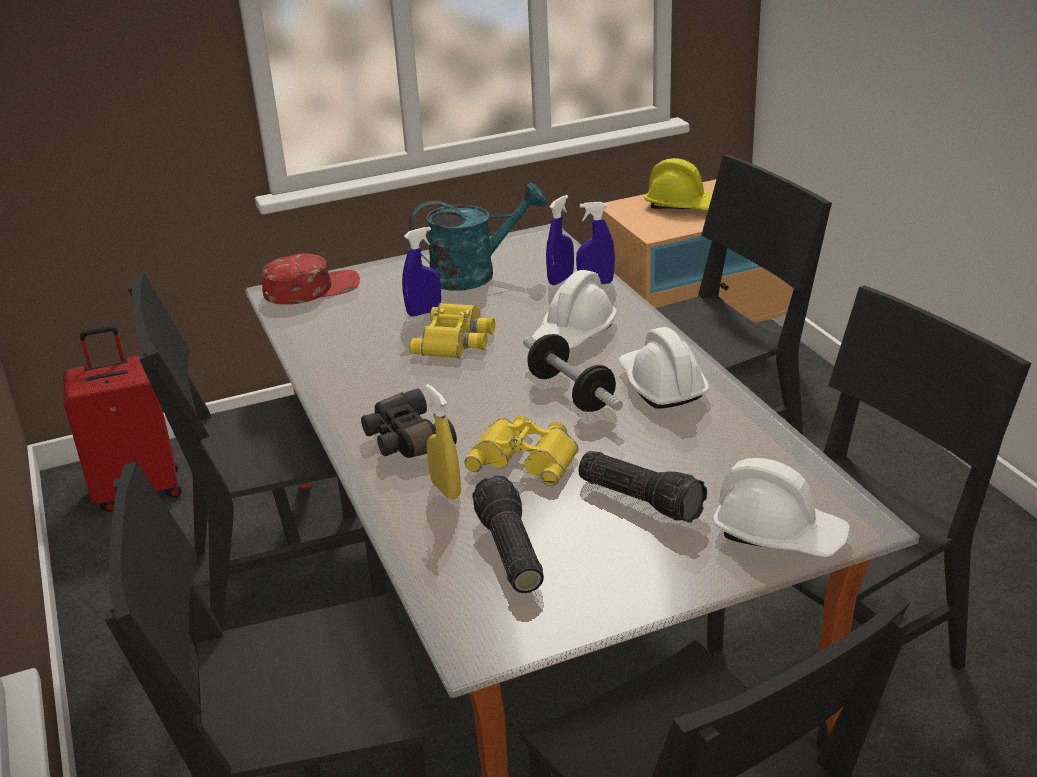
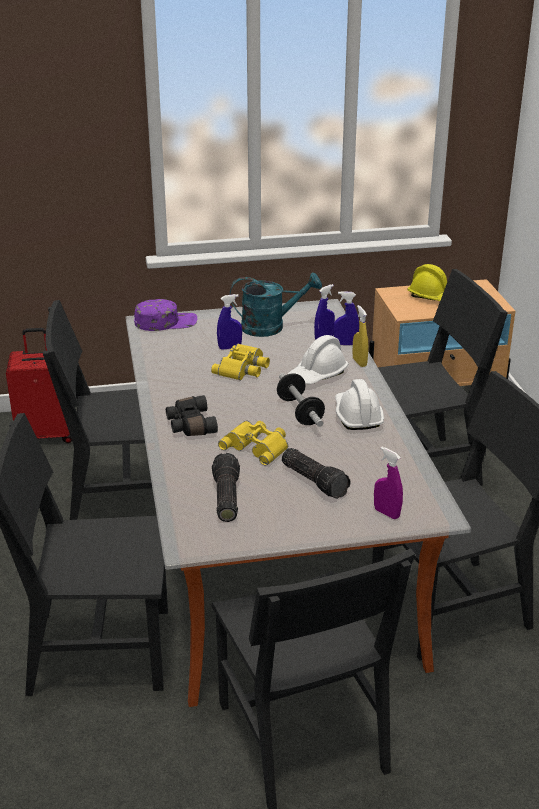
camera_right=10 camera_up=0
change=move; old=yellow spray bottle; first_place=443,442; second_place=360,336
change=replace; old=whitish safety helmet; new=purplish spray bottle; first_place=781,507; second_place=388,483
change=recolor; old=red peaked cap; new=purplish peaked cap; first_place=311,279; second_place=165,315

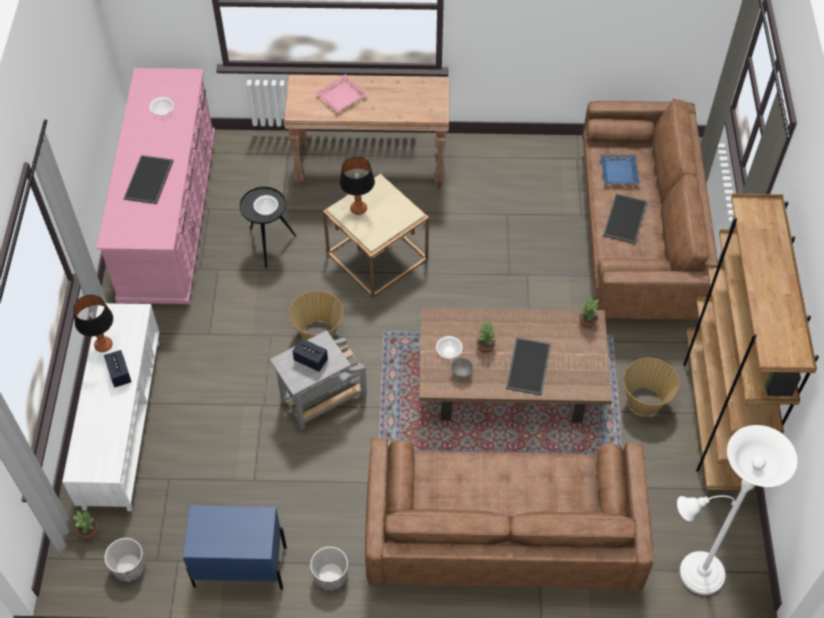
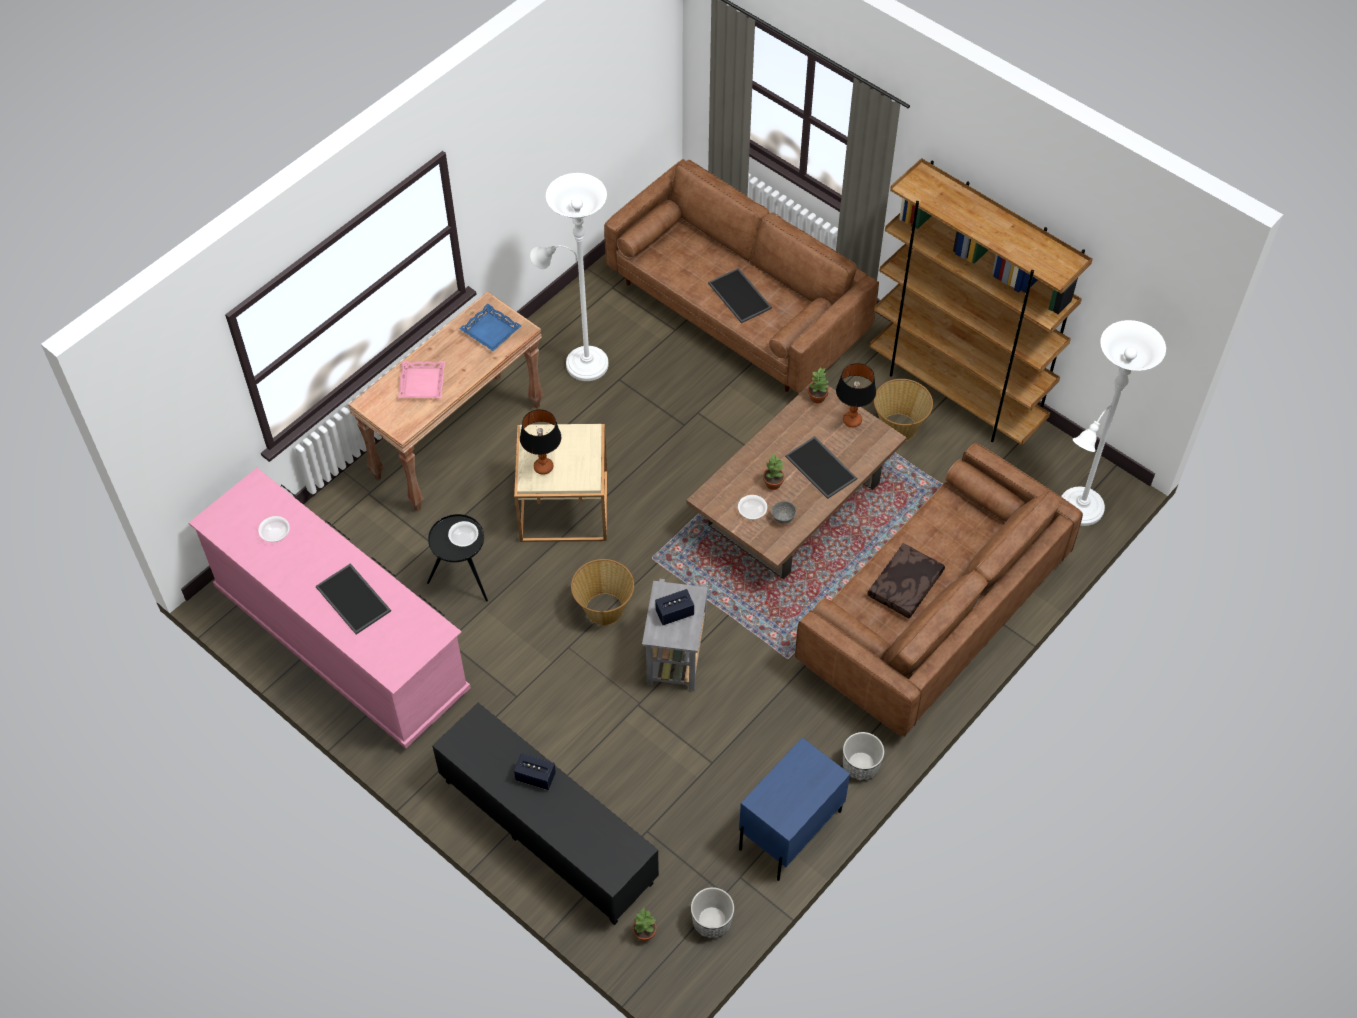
camera_right=-50 camera_up=0
change=insert; new=whitish standing lamp; second_place=569,277
change=insert; new=brownish pillow; second_place=906,581
change=move; old=table lamp; first_place=93,323; second_place=856,395
change=move; old=blue-coloured tray; first_place=620,169; second_place=490,327
change=recolor; old=whitish tv stand; new=blackish tv stand; first_place=110,407; second_place=545,814

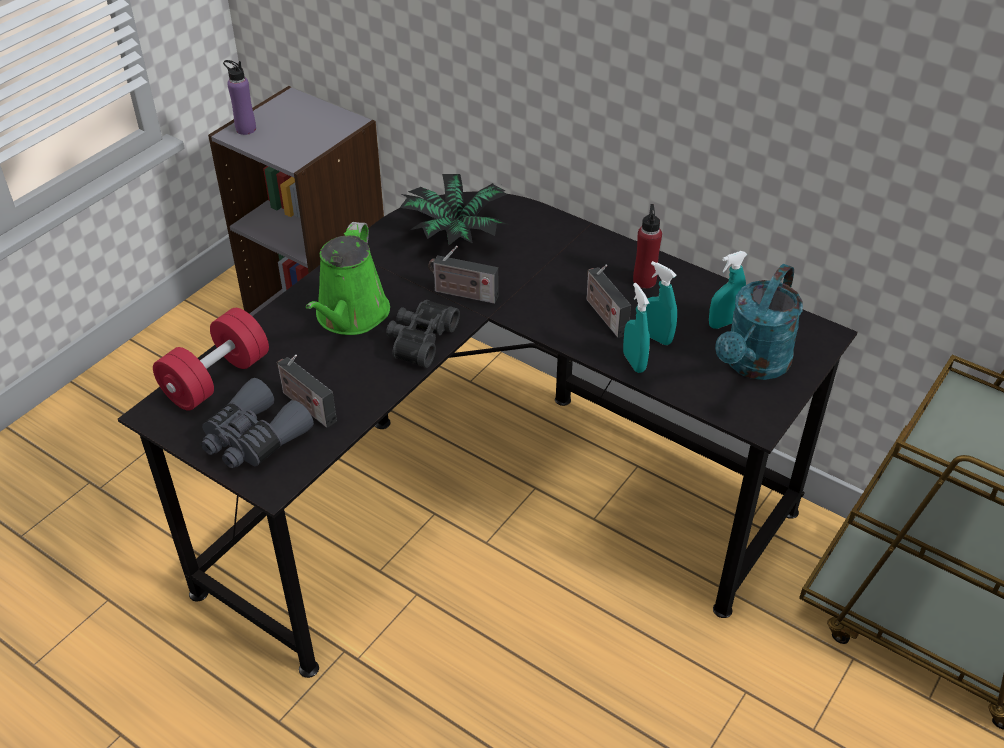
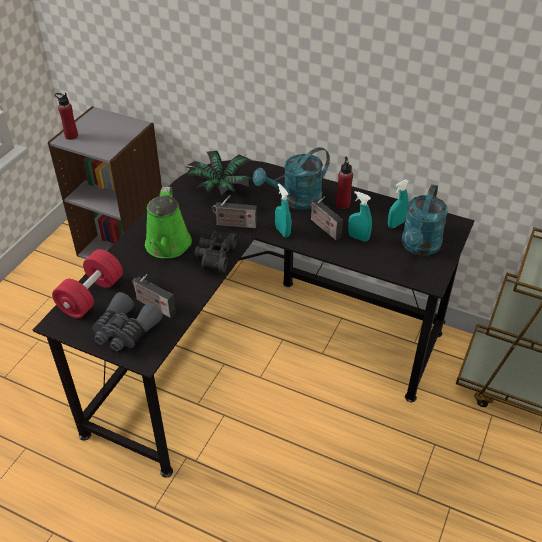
camera_right=-10 camera_up=0
change=insert; new=turquoise sprinkling can; second_place=291,178
change=move; old=turquoise spray bottle; first_place=636,328; second_place=283,210
change=recolor; old=purplish drink bottle; new=red drink bottle; first_place=239,97; second_place=66,116

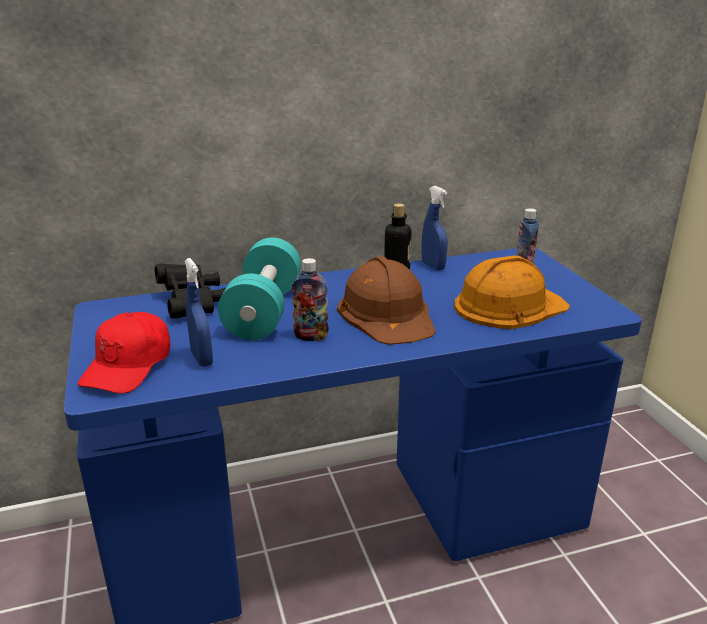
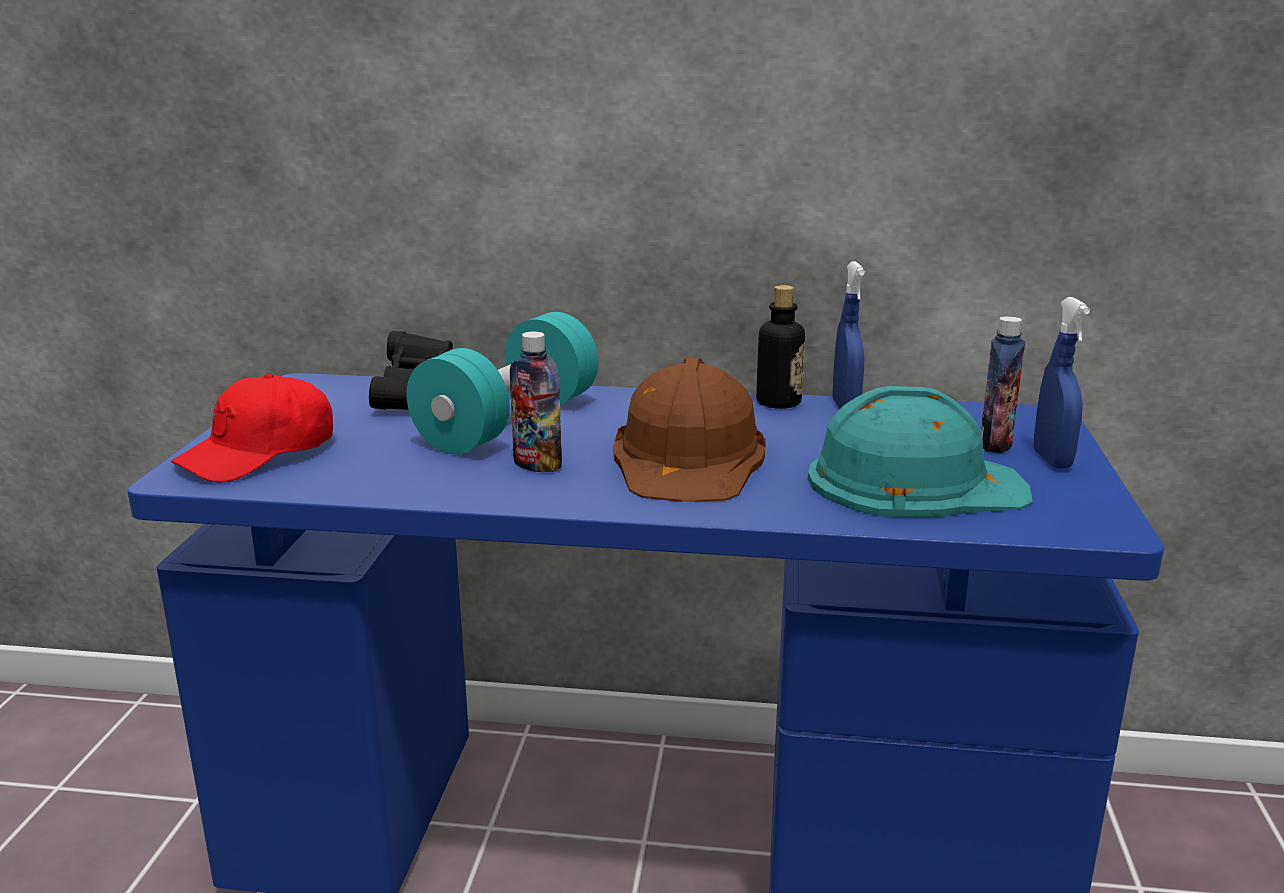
camera_right=25 camera_up=-5
change=move; old=blue-coloured spray bottle; first_place=199,312; second_place=1061,383
change=recolor; old=orange-coloured safety helmet; new=turquoise safety helmet; first_place=512,292; second_place=920,451

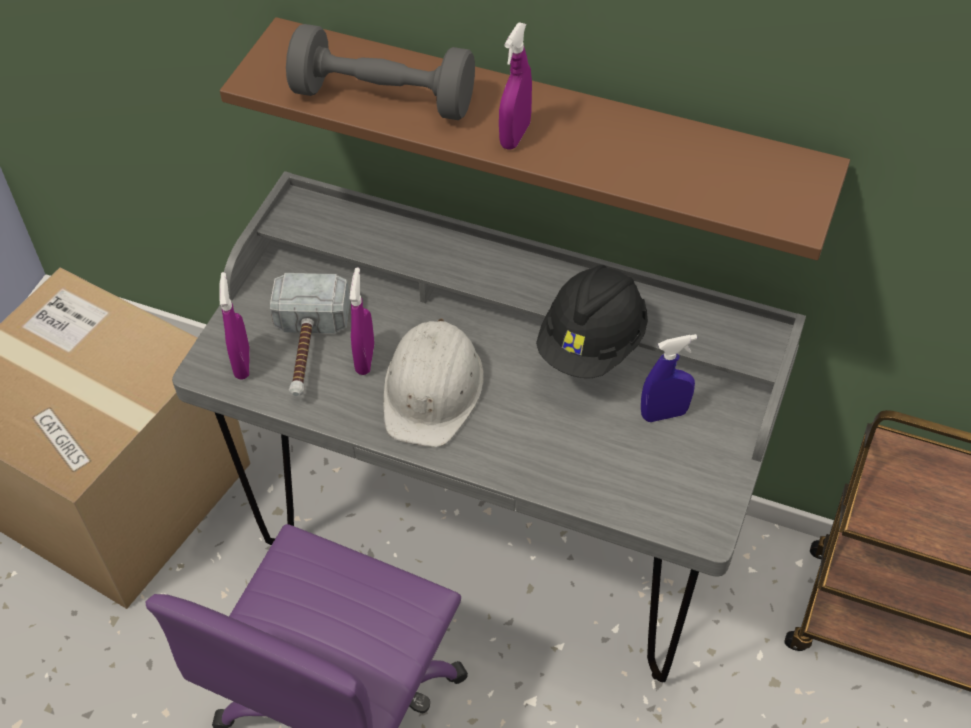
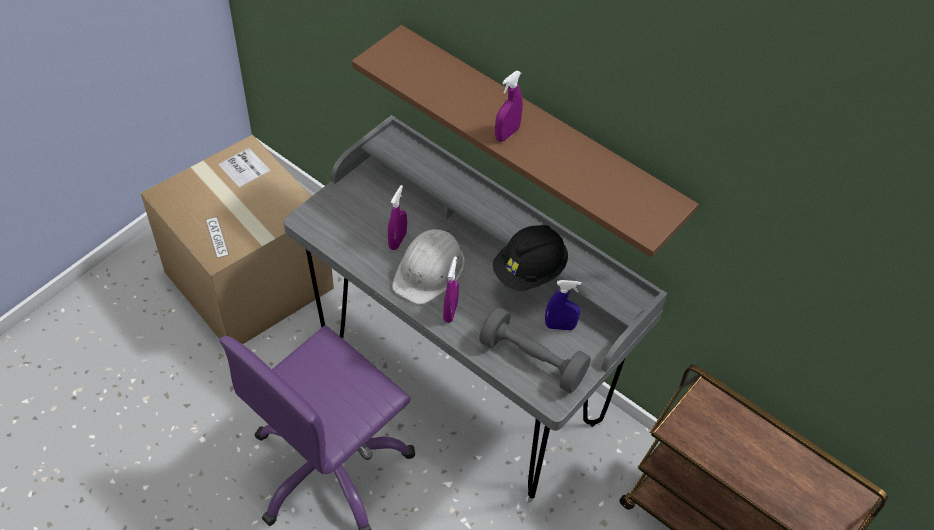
camera_right=15 camera_up=0
change=delete; old=hand hammer; first_place=310,334
change=move; old=purplish spray bottle; first_place=234,326; second_place=451,290
change=move; old=grey free weight; first_place=380,72; second_place=535,350

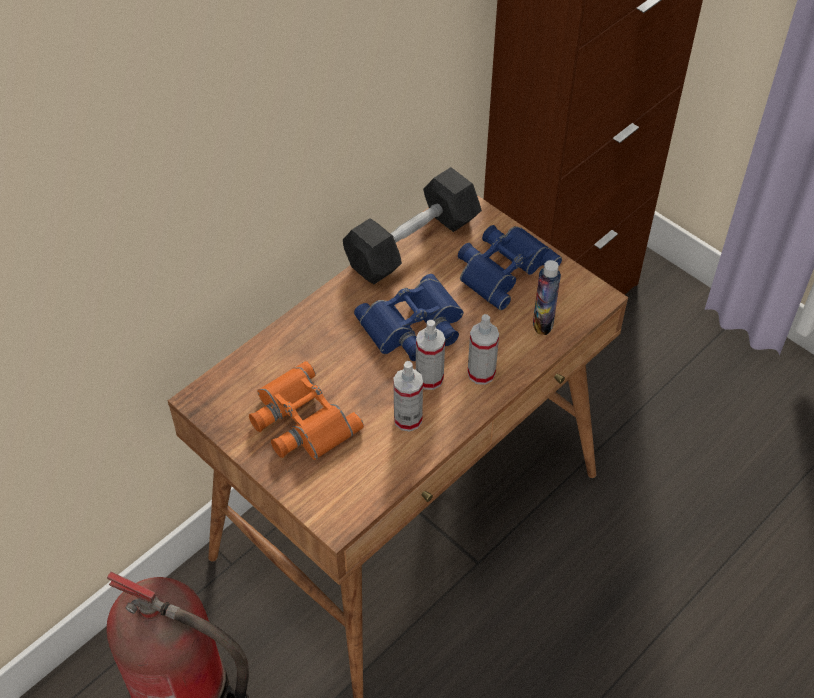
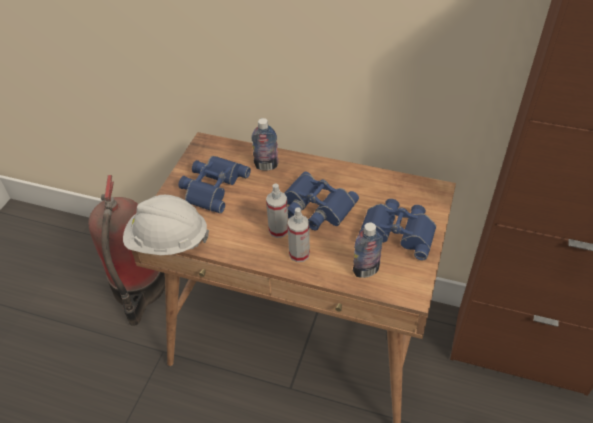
camera_right=65 camera_up=-5
change=delete; old=grey free weight; first_place=412,225
change=delete; old=spray bottle; first_place=408,396
change=insert; new=whitish safety helmet; second_place=166,225
change=insert; new=drink bottle; second_place=265,144
change=recolor; old=orange-coloured binoculars; new=blue-coloured binoculars; first_place=306,410; second_place=215,185

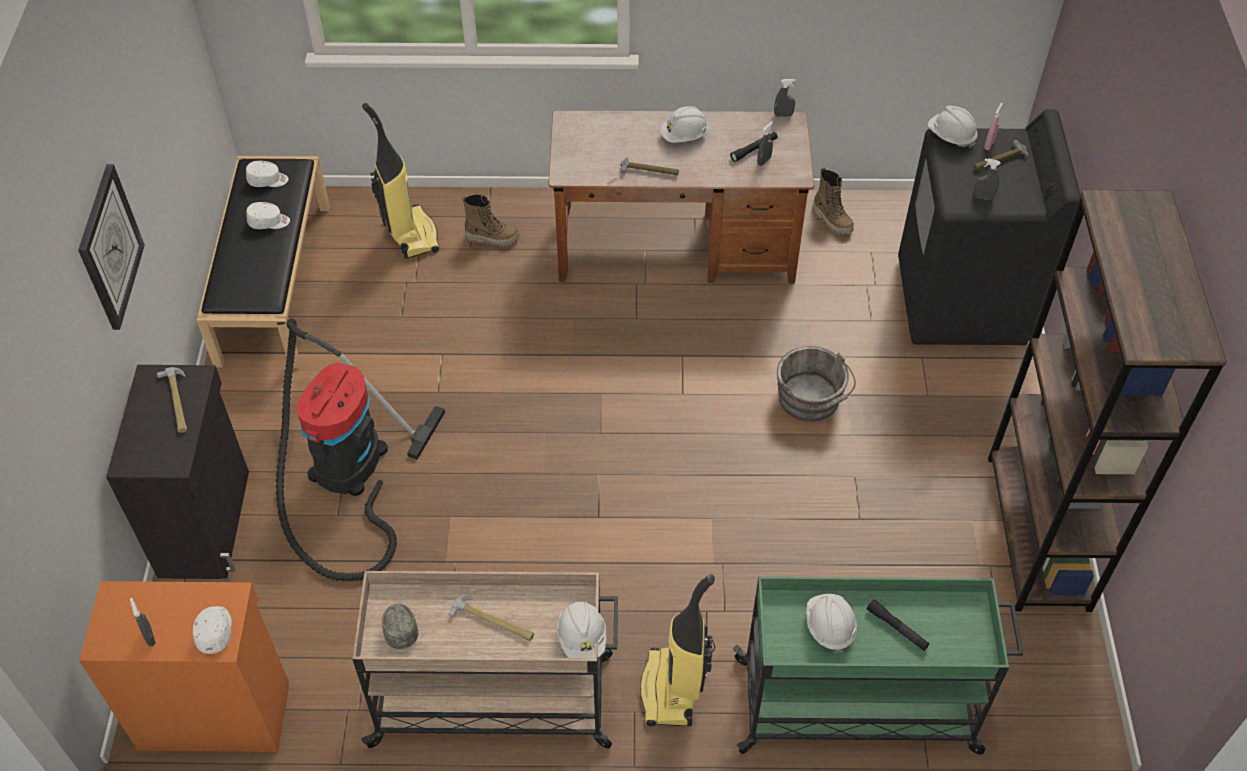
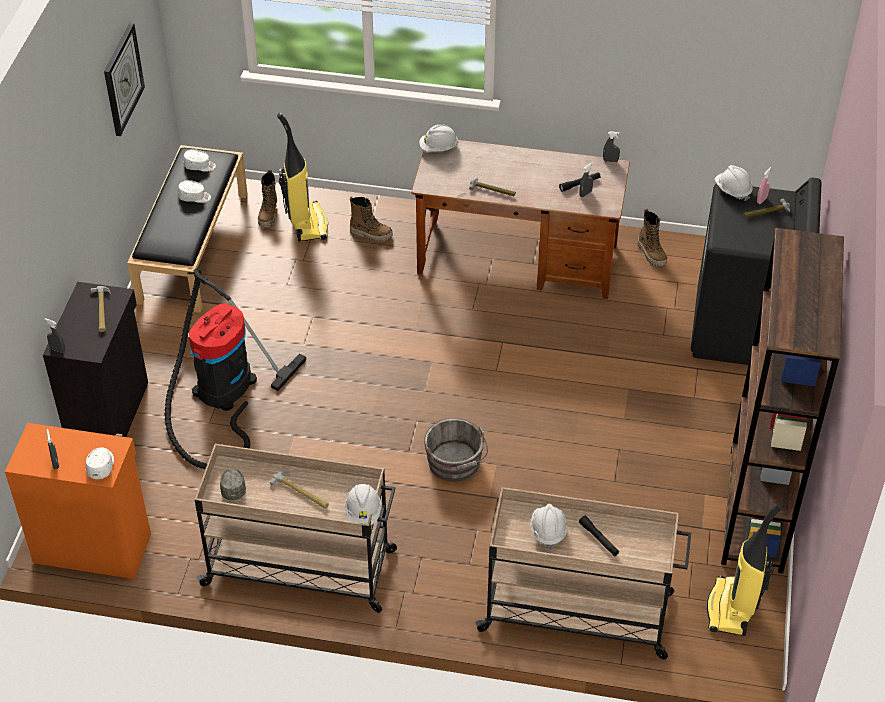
camera_right=10 camera_up=-5
change=insert; new=boot; second_place=267,198
change=move; old=clock on the wall; first_place=111,247; second_place=124,79
change=move; old=hoover; first_place=677,650; second_place=745,569
change=move; old=whitish safety helmet; first_place=684,124; second_place=438,138
change=move; old=grey water bucket; first_place=816,384; second_place=456,450
change=move; old=grey spray bottle; first_place=987,179; second_place=54,335
change=recolor; old=greenish cart; new=beige cart; first_place=878,665; second_place=583,573

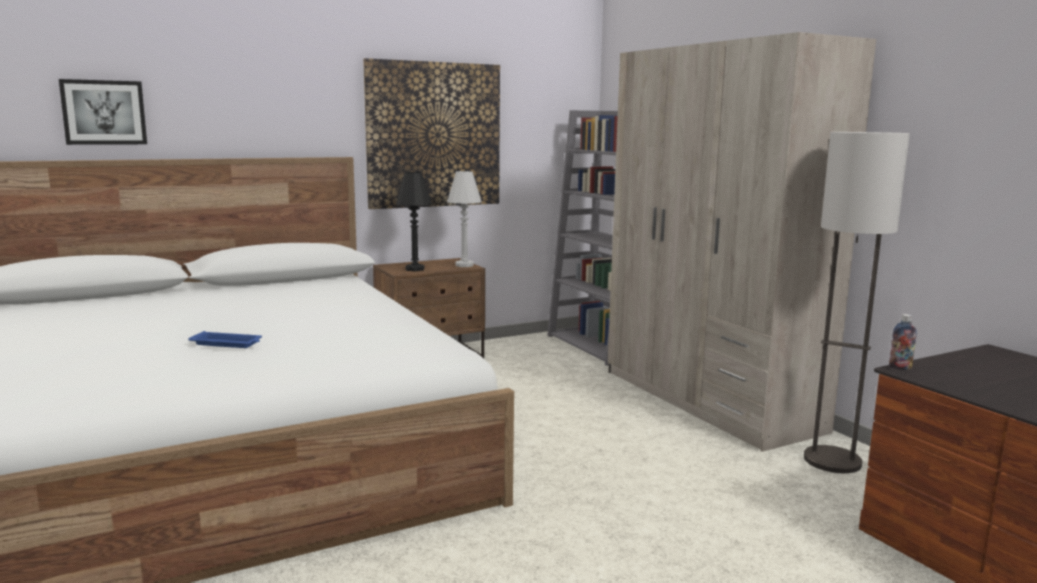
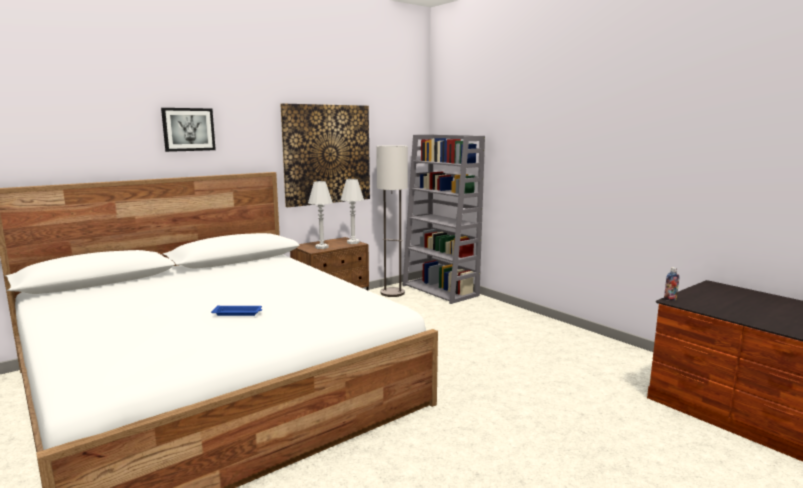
camera_right=-10 camera_up=0
change=delete; old=beige wardrobe; first_place=742,242
change=move; old=picture; first_place=103,112; second_place=188,130
change=move; old=standing lamp; first_place=857,302; second_place=392,221
change=recolor; old=blackish table lamp; new=whitish table lamp; first_place=414,222; second_place=320,215

